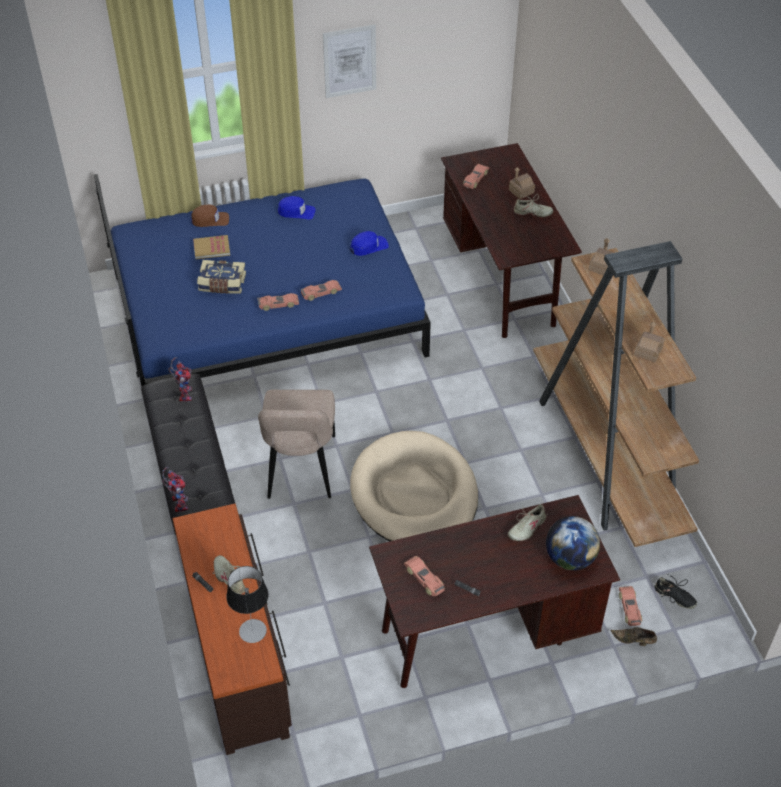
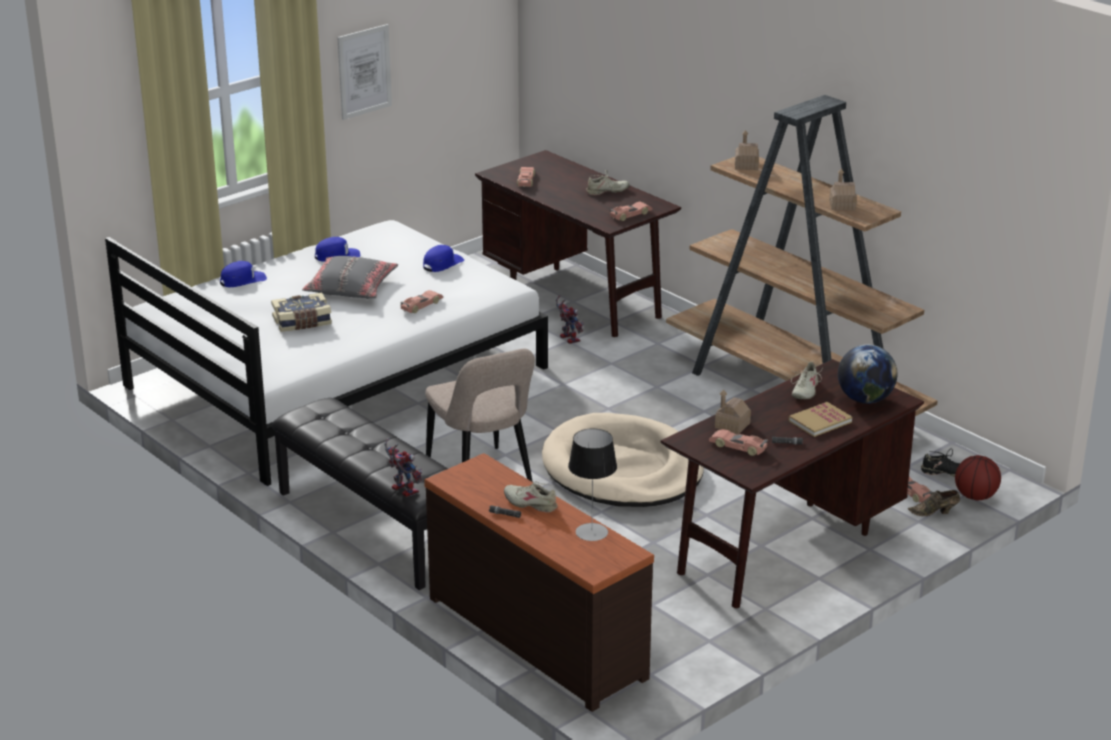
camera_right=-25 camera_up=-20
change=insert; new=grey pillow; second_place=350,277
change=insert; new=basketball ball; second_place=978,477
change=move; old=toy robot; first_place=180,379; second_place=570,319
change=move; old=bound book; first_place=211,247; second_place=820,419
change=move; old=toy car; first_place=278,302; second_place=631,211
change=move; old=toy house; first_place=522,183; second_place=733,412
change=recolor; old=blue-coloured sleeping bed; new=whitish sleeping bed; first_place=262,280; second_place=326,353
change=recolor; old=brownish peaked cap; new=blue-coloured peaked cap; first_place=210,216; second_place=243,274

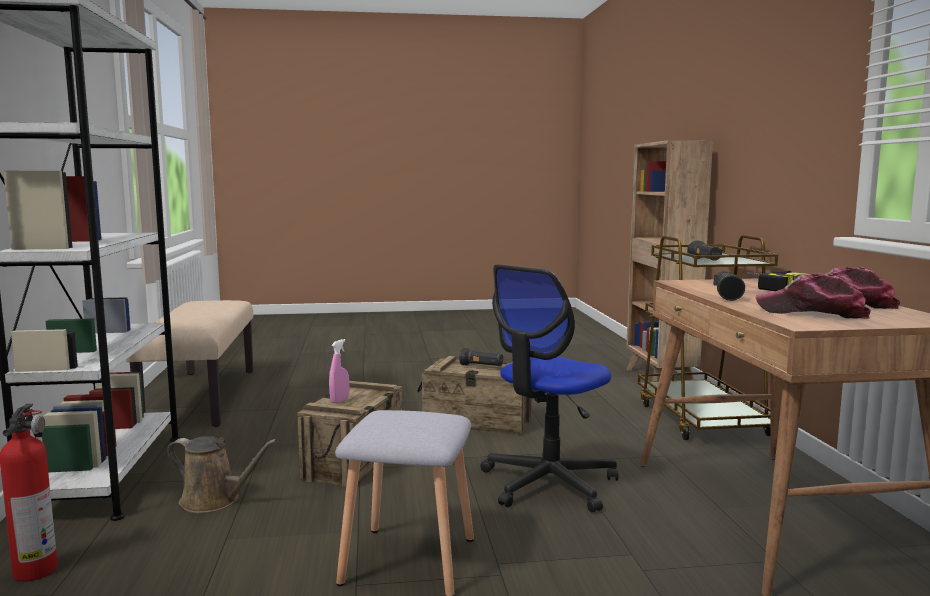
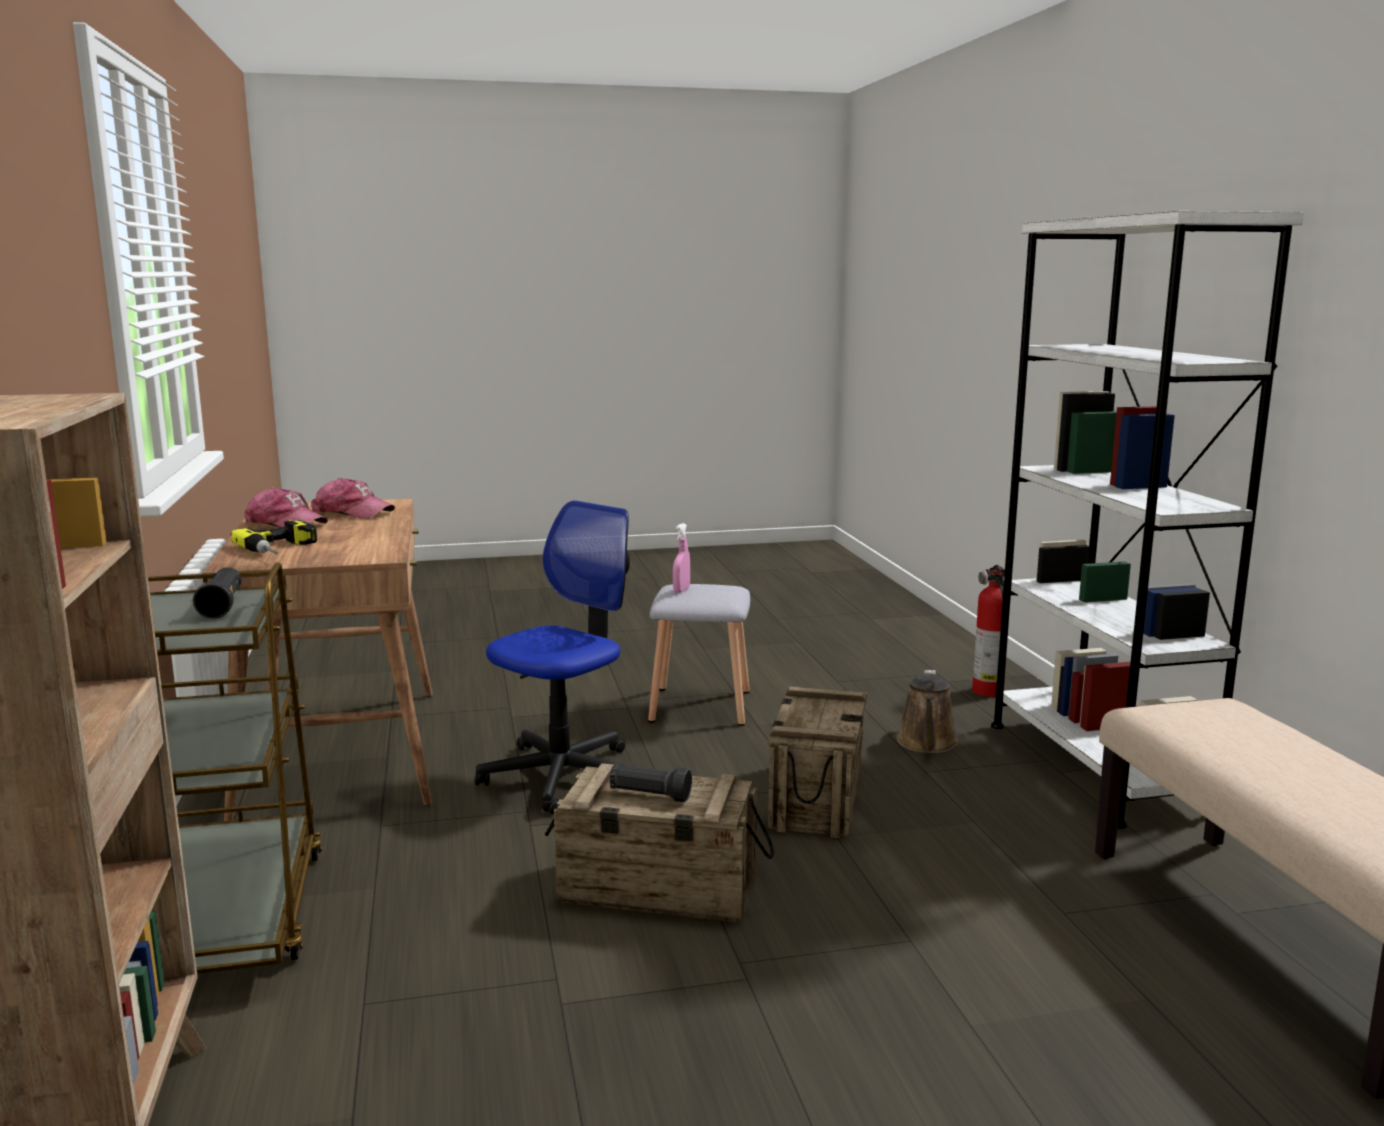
camera_right=175 camera_up=5
change=delete; old=blackish torch; first_place=729,286
change=move; old=pink spray bottle; first_place=339,371; second_place=681,558
change=rotate; old=brownish sprinkling can; first_place=222,474; second_place=927,711; degrees=-90

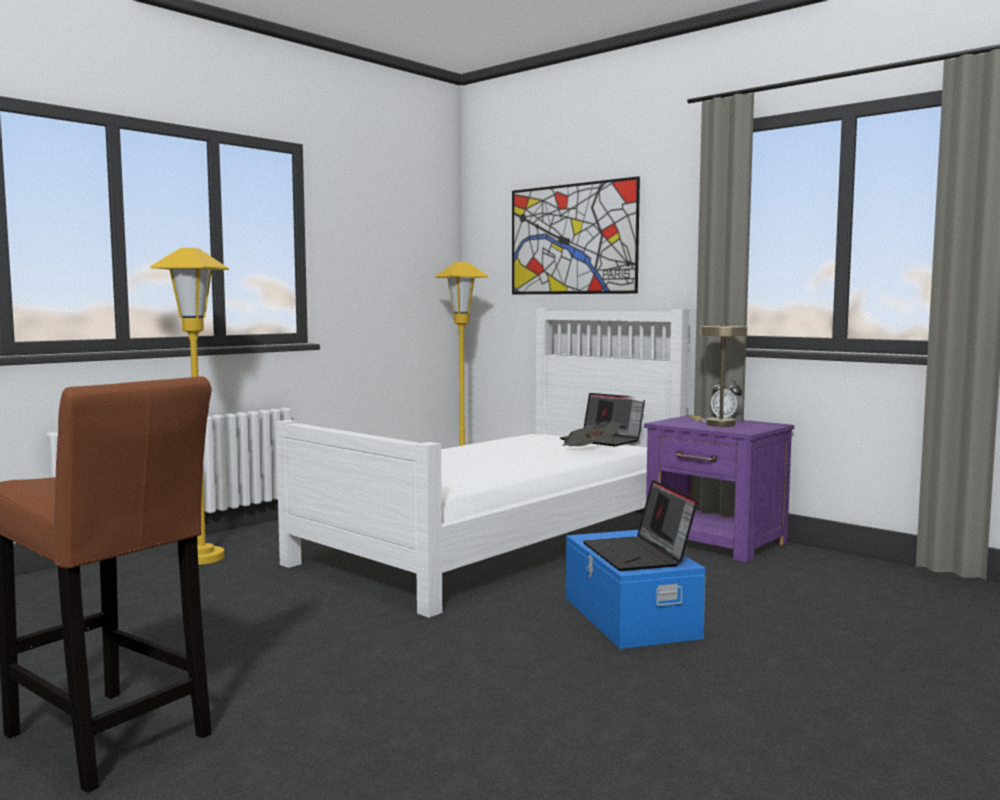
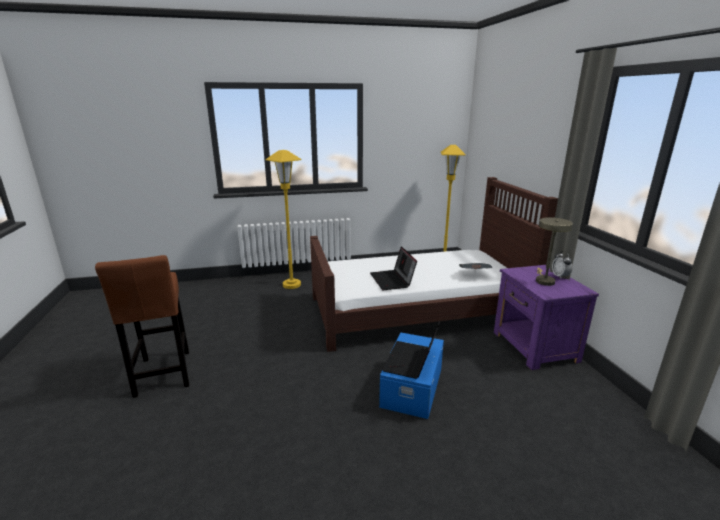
camera_right=35 camera_up=15
change=delete; old=picture; first_place=576,235
change=move; old=notebook computer; first_place=602,419; second_place=393,268
change=recolor; old=whitish sleeping bed; new=brownish sleeping bed; first_place=482,463; second_place=434,264

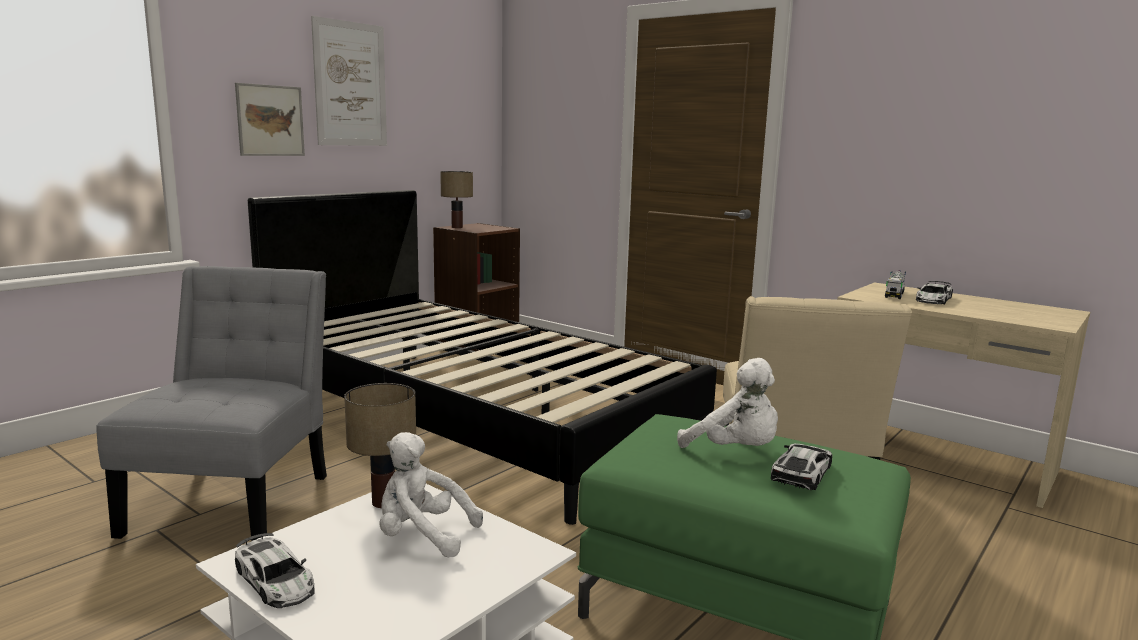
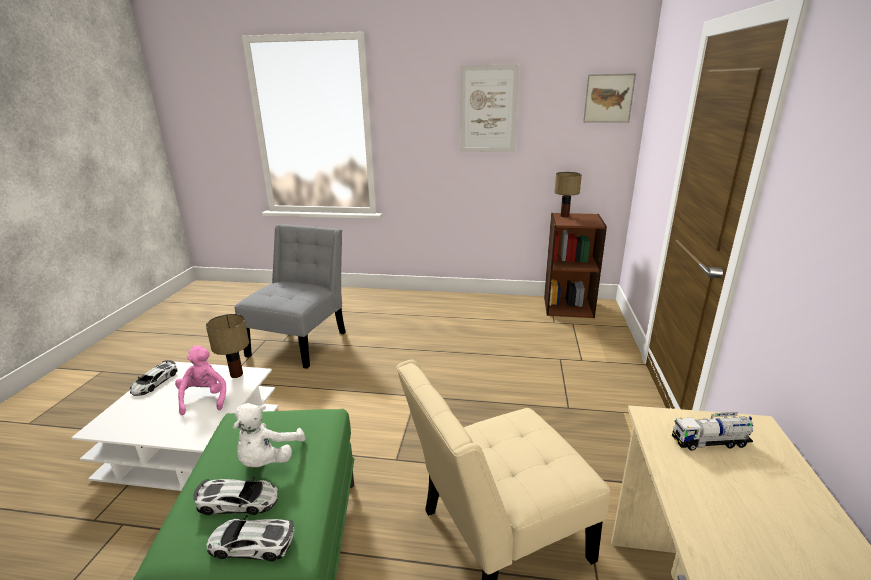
camera_right=60 camera_up=10
change=delete; old=blackish sleeping bed; first_place=482,357
change=move; old=picture; first_place=270,119; second_place=609,98
change=move; old=toy car; first_place=934,292; second_place=250,538
change=recolor; old=whitish soft toy; new=pink soft toy; first_place=431,495; second_place=200,380
change=rotate; old=grey chair; first_place=211,403; second_place=290,296; degrees=-45

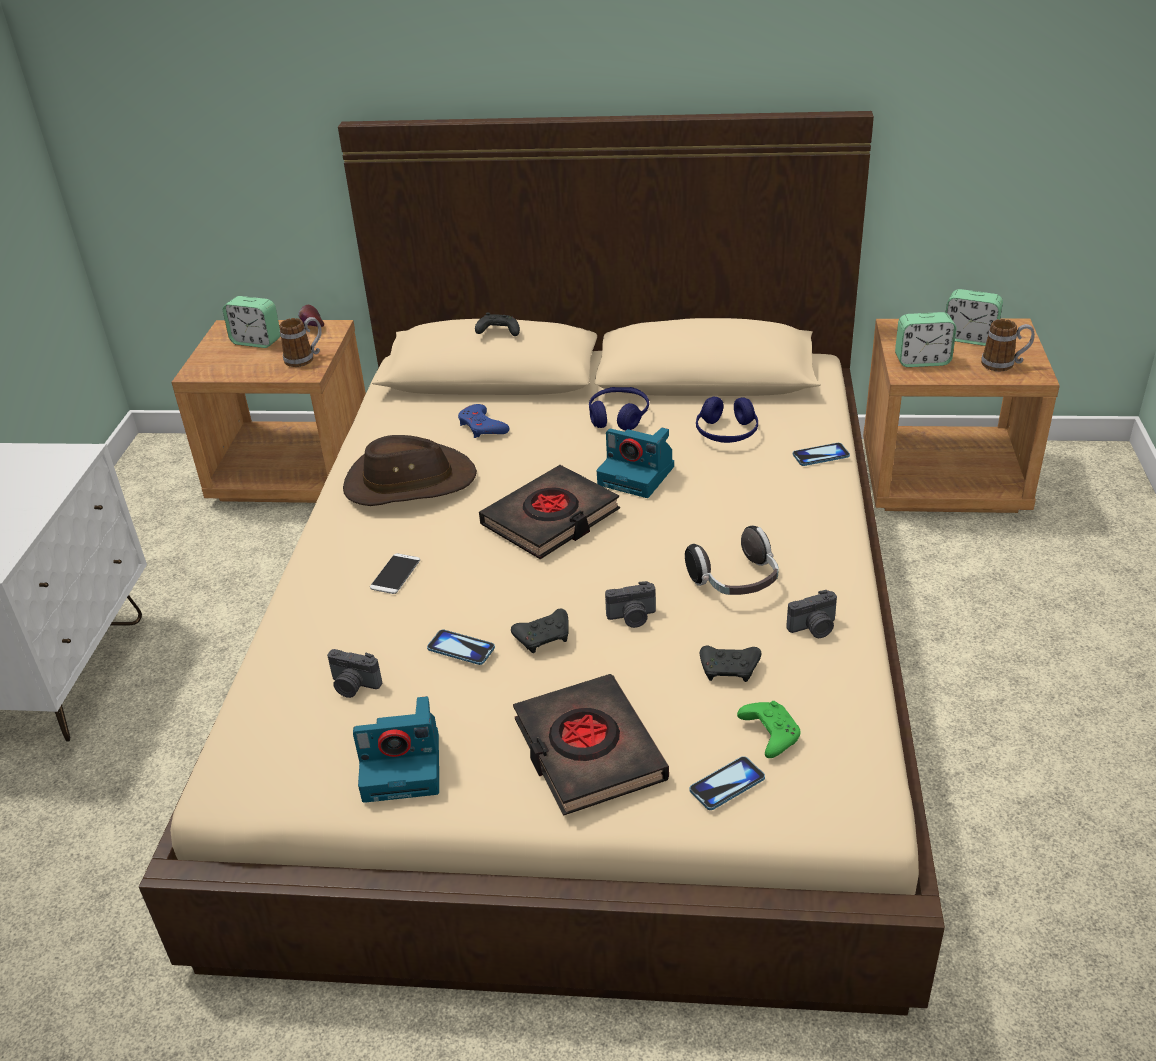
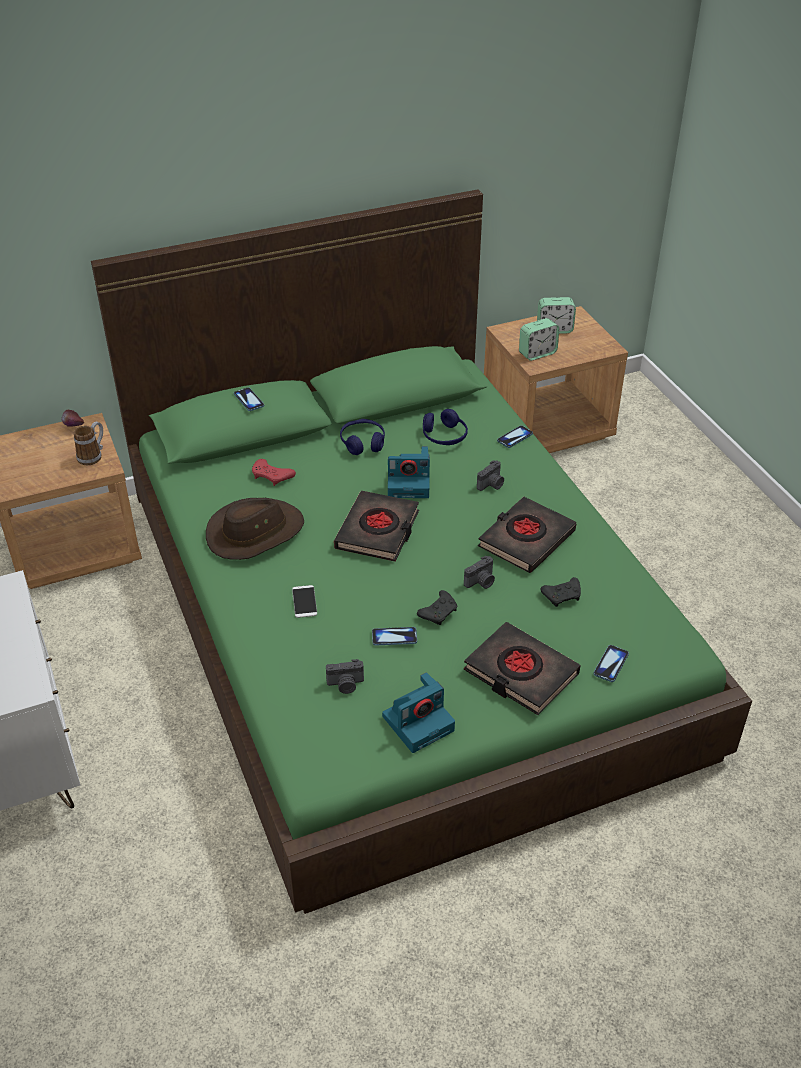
camera_right=-30 camera_up=5
change=delete; old=alarm clock; first_place=251,322
change=delete; old=greenish game controller; first_place=769,729
change=delete; old=coffee mug; first_place=1008,345
change=move; old=photo camera; first_place=811,614; second_place=490,475
change=replace; old=blackish game controller; new=handset; first_place=497,324; second_place=249,399
change=replace; old=headset; new=blackish bound book; first_place=732,560; second_place=527,535
change=recolor; old=beige sleeping bed; new=greenish sleeping bed; first_place=542,563; second_place=421,551
change=recolor; old=blue-coloured game controller; new=red game controller; first_place=484,421; second_place=274,472

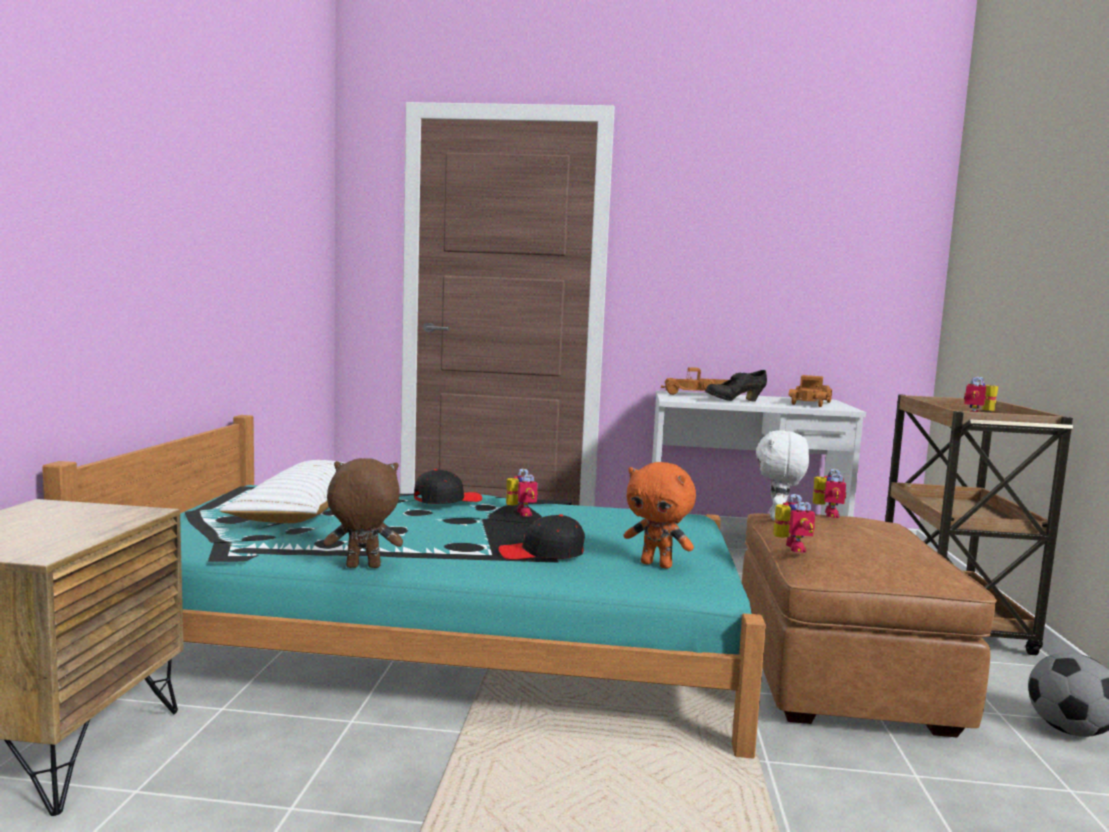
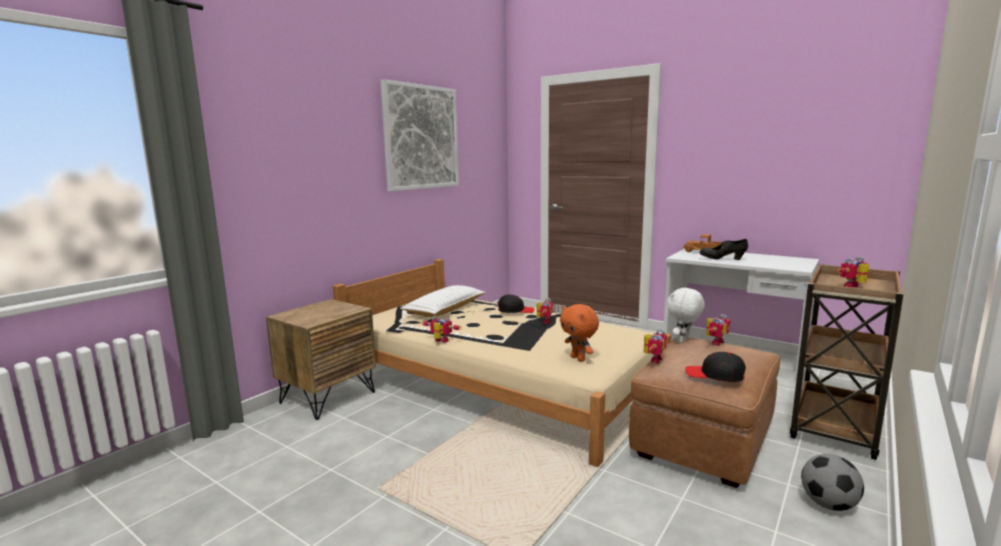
camera_right=30 camera_up=5
change=delete; old=toy truck; first_place=810,391
change=insert; new=picture; second_place=419,135
change=move; old=blackish peaked cap; first_place=541,537; second_place=715,367
change=replace; old=brownish soft toy; new=toy robot; first_place=363,513; second_place=441,329
change=recolor; old=turquoise sleeping bed; new=beige sleeping bed; first_place=404,587; second_place=502,363

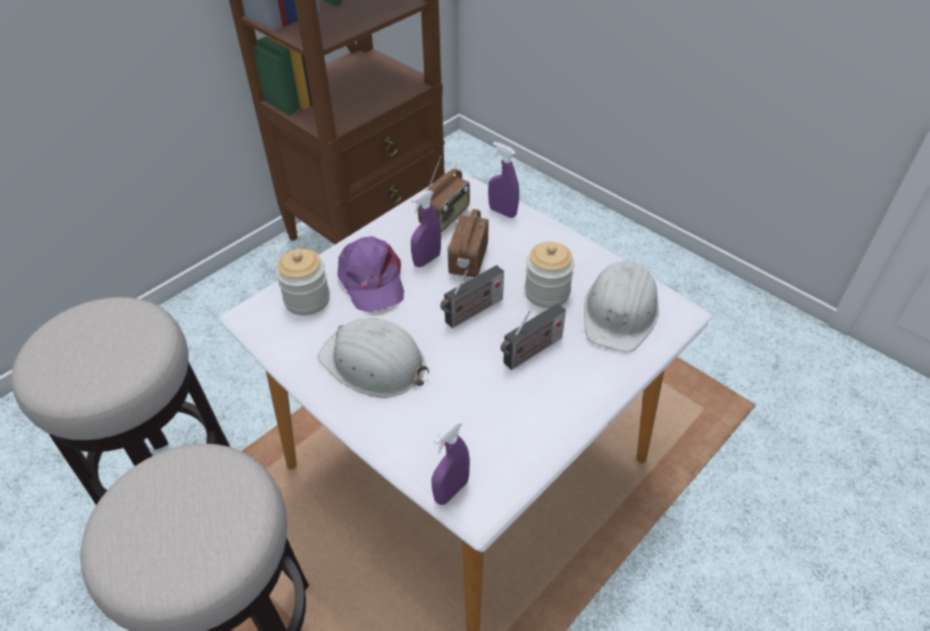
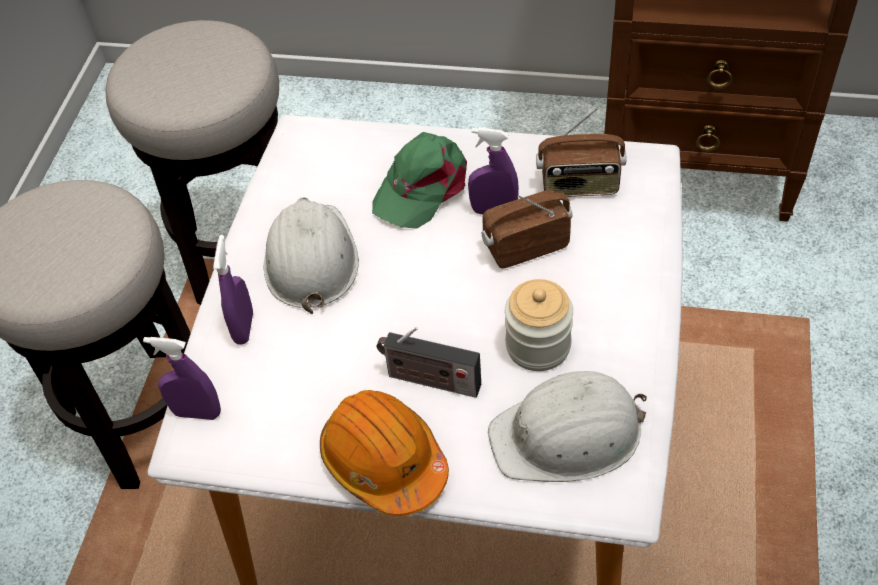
camera_right=60 camera_up=5
change=delete; old=storage jar; first_place=303,282
change=delete; old=radio receiver; first_place=472,296
change=insert; new=orange-coloured safety helmet; second_place=384,453
change=move; old=purplish spray bottle; first_place=503,180; second_place=233,290
change=recolor; old=purplish peaked cap; new=greenish peaked cap; first_place=370,274; second_place=419,180

